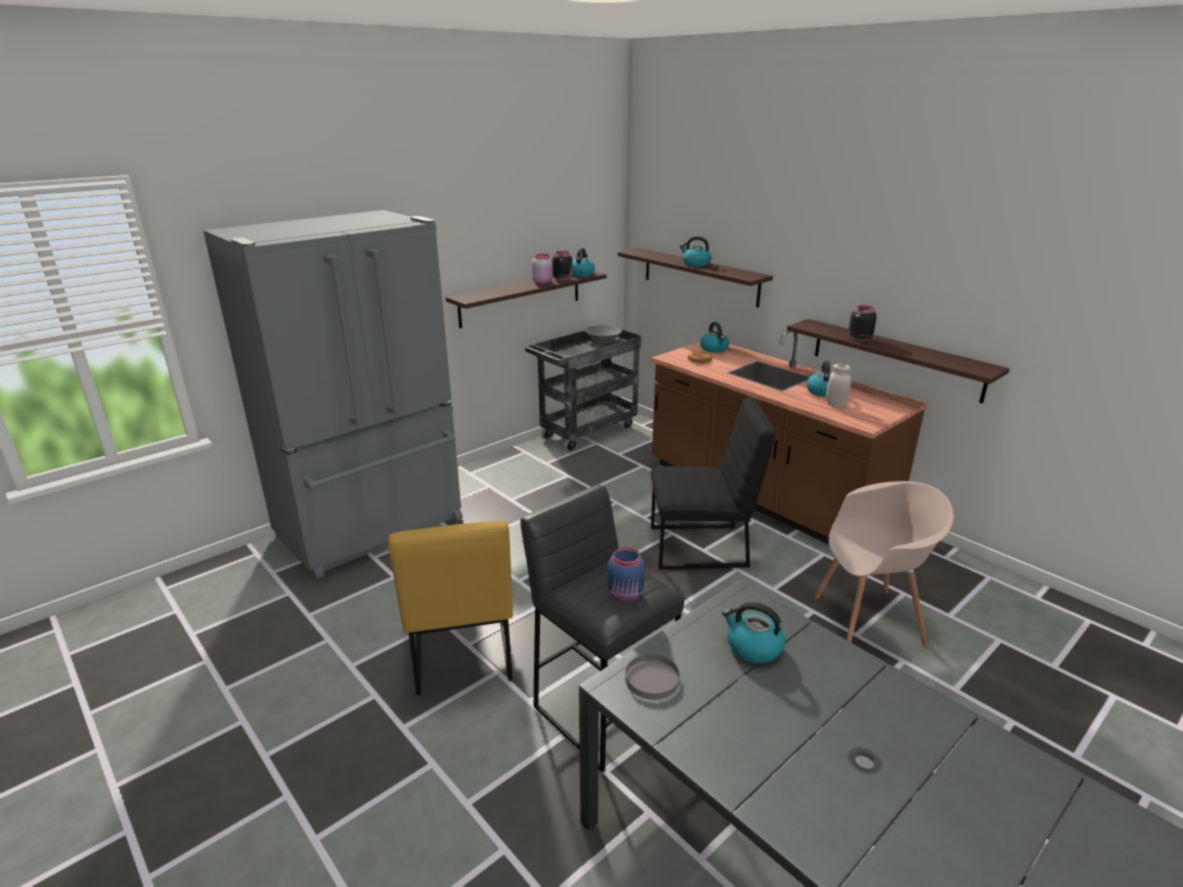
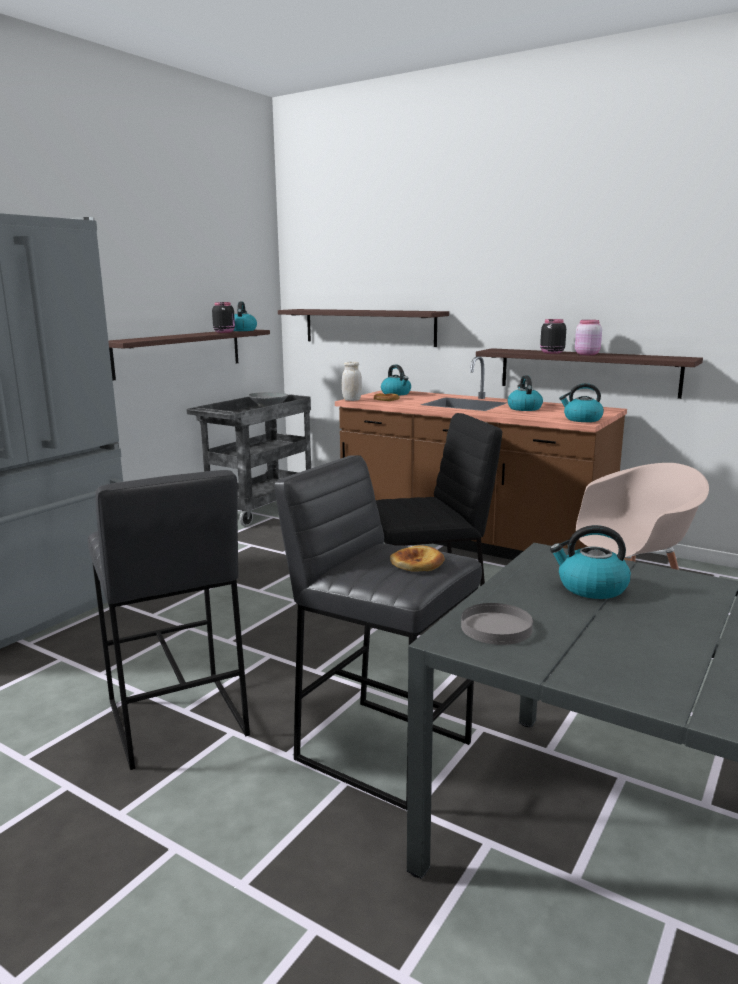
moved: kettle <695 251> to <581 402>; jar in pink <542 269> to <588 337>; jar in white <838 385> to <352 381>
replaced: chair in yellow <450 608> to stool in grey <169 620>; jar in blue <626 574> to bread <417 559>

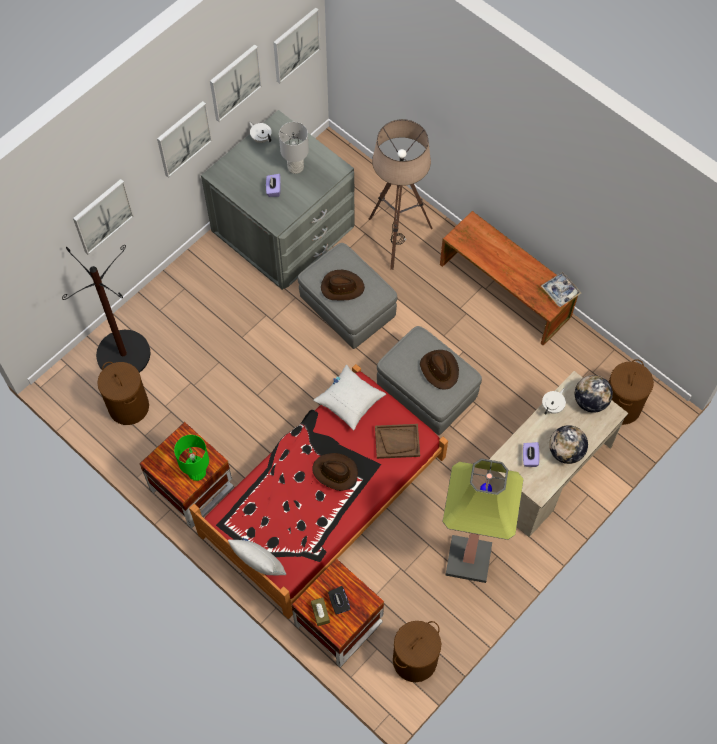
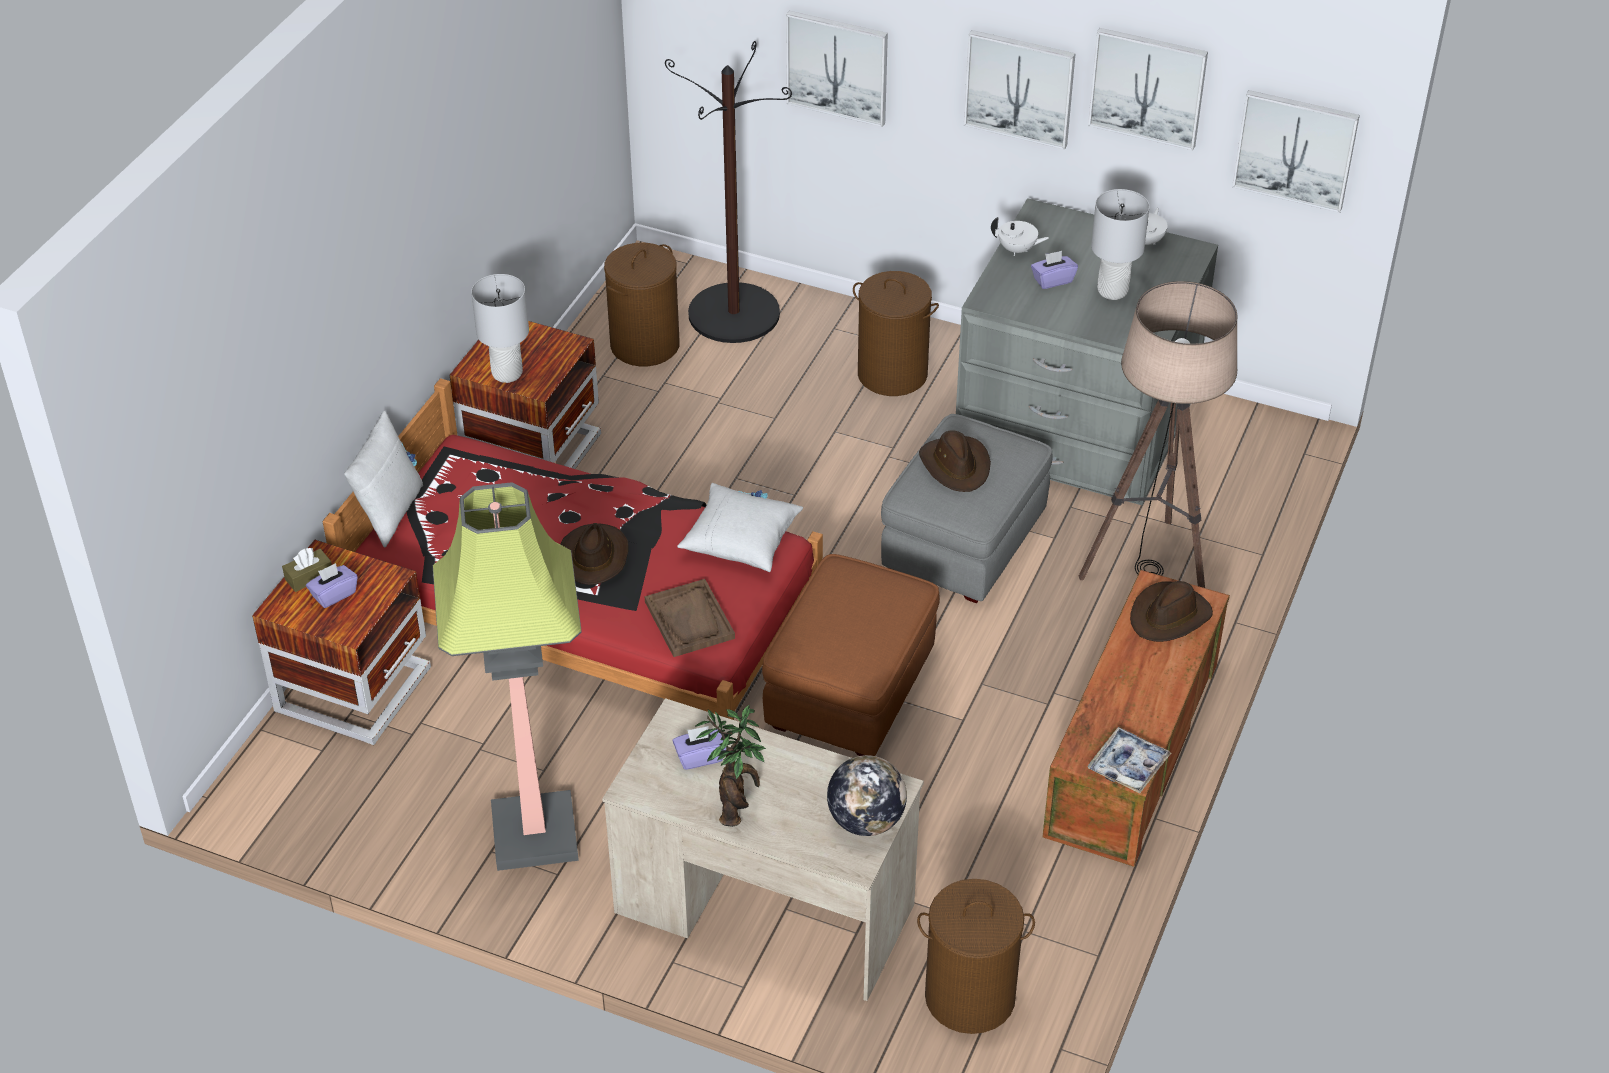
moved: hat in brown <439 370> to <1171 611>; teapot in white <554 401> to <1020 236>; laundry basket in brown <417 651> to <896 333>
replaced: globe <568 444> to potted plant <730 766>
recoloured: ottoman in grey <429 380> to ottoman in brown <851 655>; table lamp in green <191 458> to table lamp in grey <500 328>; tissue box in black <339 600> to tissue box in purple <332 585>

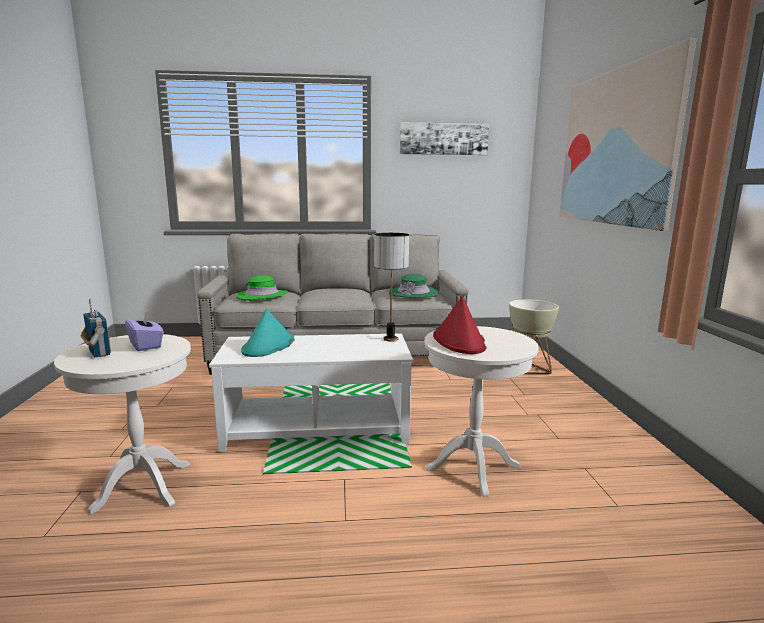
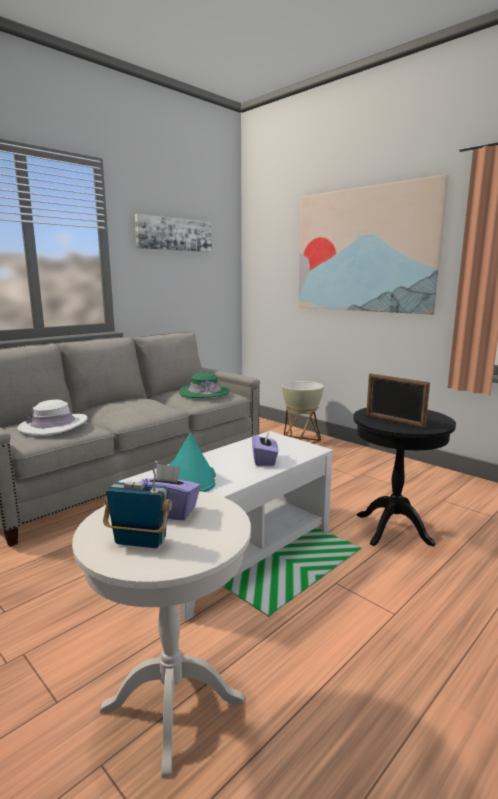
removed: table lamp <391 287>
added: tissue box in purple <265 448>
replaced: hat in red <459 325> to picture frame <398 400>
recoloured: hat in green <262 288> to hat in white <52 418>; side table in white <481 411> to side table in black <404 477>

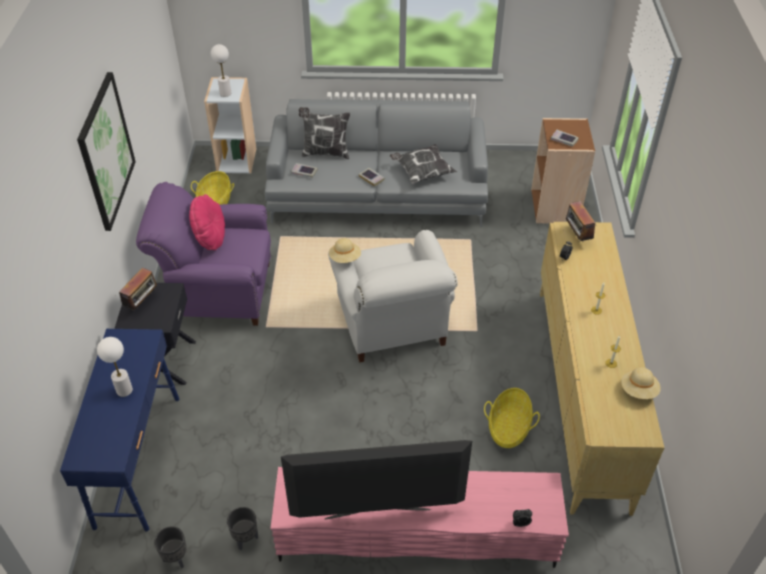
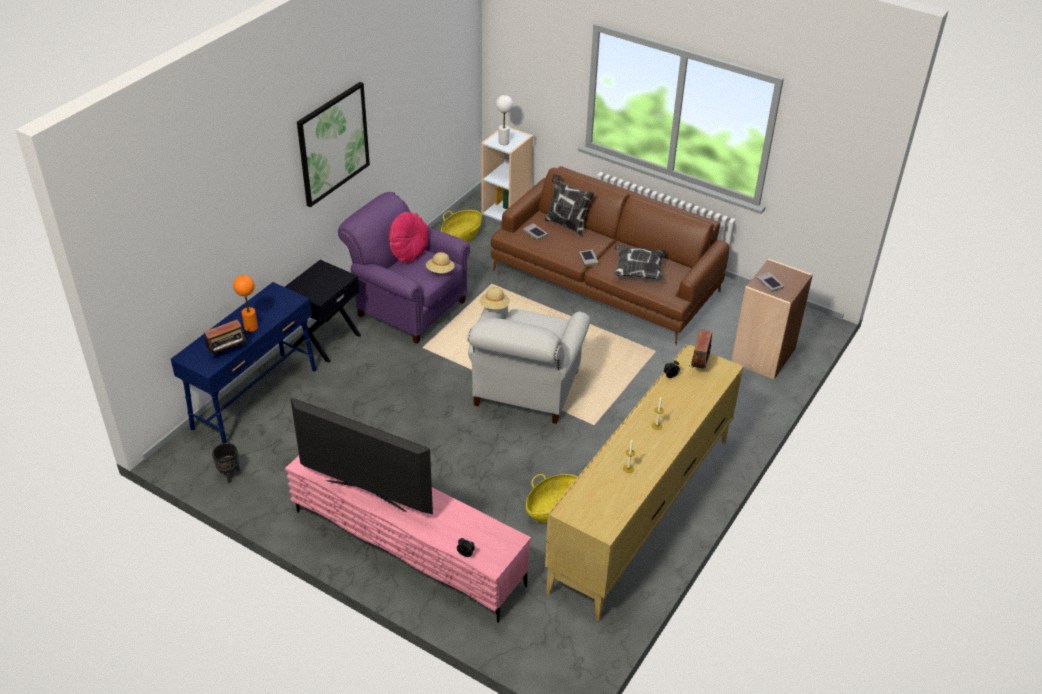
removed: planter in black <242 528>
moved: radio <139 288> to <226 336>; hat in beige <641 383> to <440 262>
recoloured: sofa in grey <376 163> to sofa in brown <610 255>; table lamp in white <115 367> to table lamp in orange <245 303>

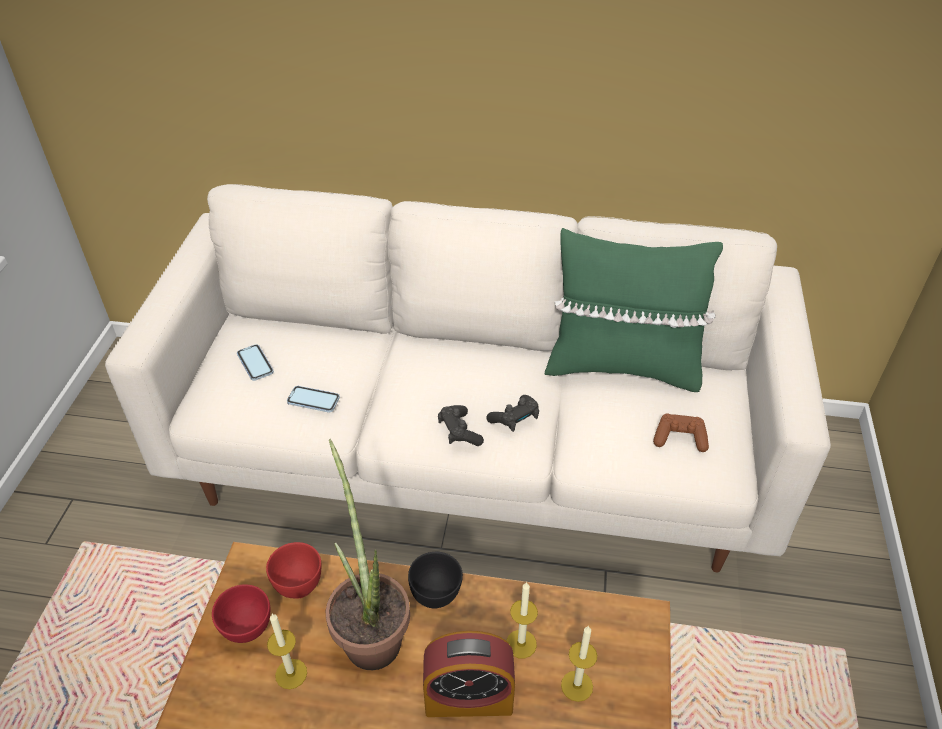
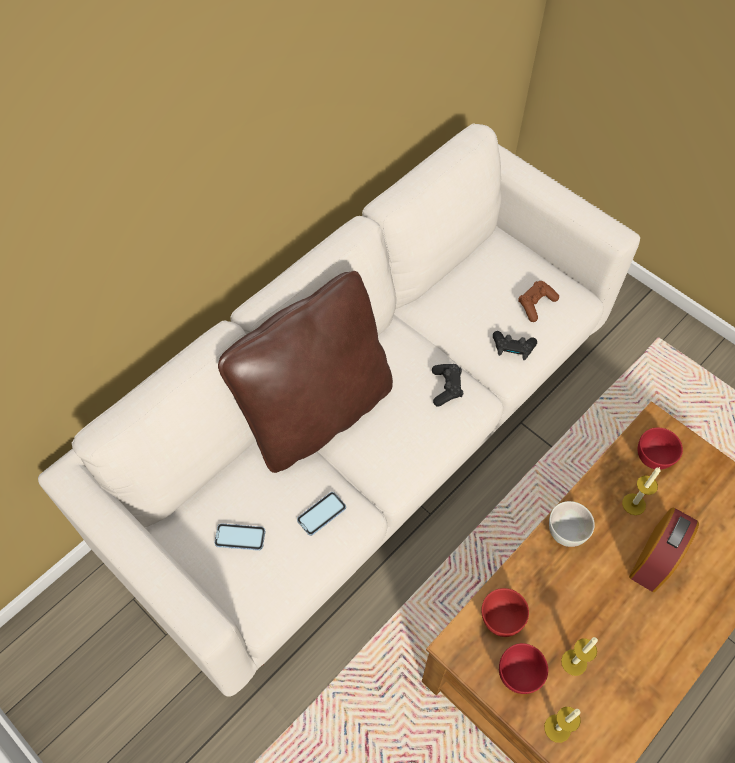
removed: pillow in green <634 310>; potted plant <368 554>
added: pillow in brown <305 372>; bowl in red <660 448>
moved: game controller in black <461 425> to <515 345>; candle <579 664> to <562 725>
recoloured: bowl in black <435 580> to bowl in white <572 524>

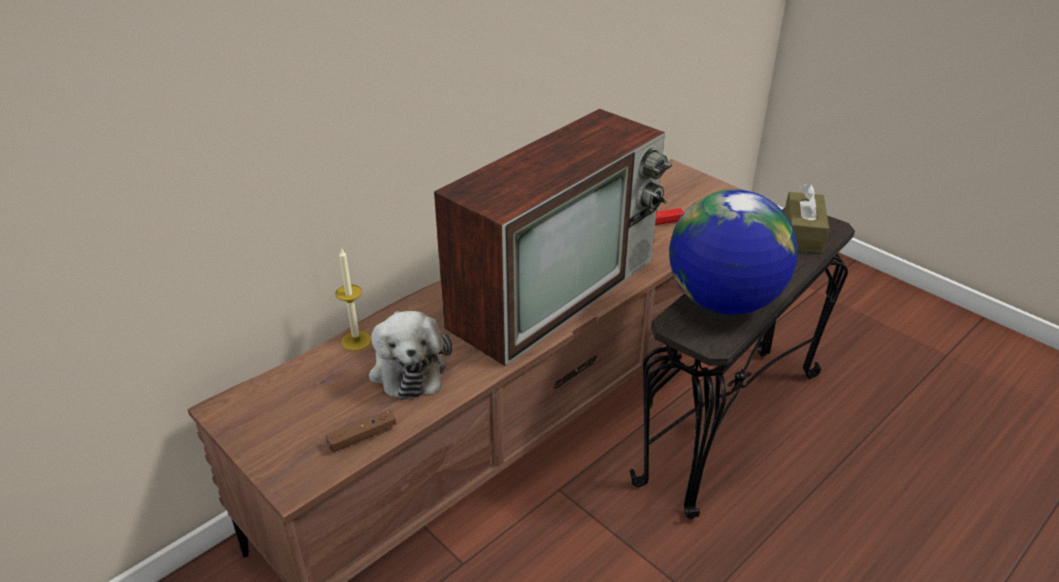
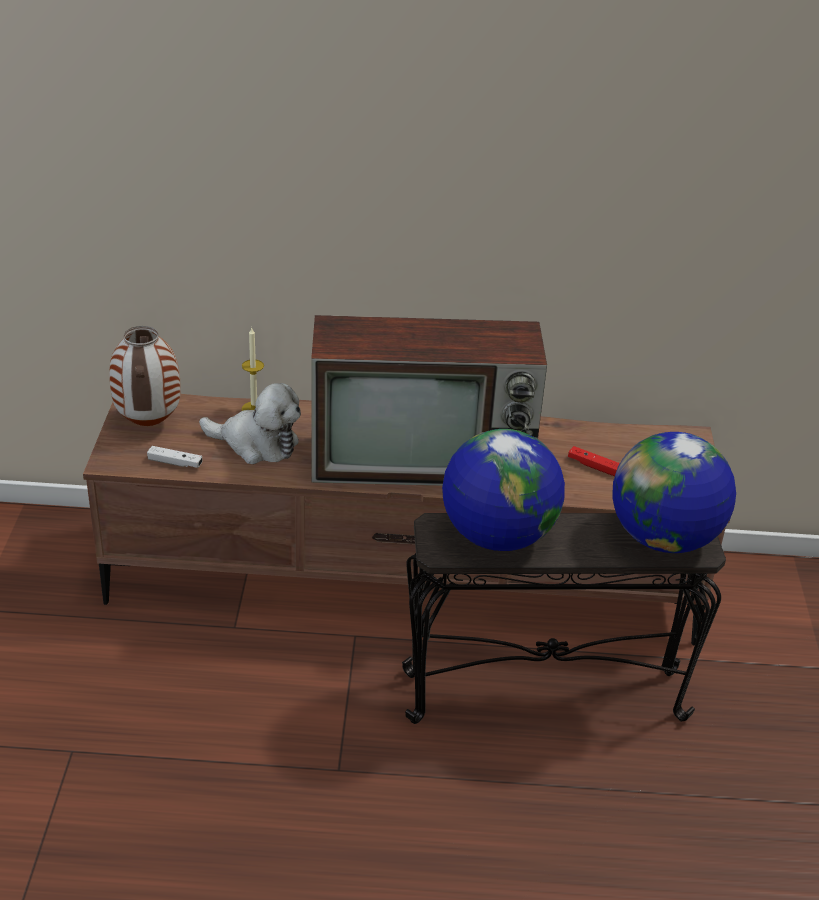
added: vase <145 376>
replaced: tissue box in brown <806 218> to globe <674 492>
recoloured: game controller in brown <361 431> to game controller in white <175 457>
turned: plush toy <410 355> = <250 423> 105 degrees counterclockwise

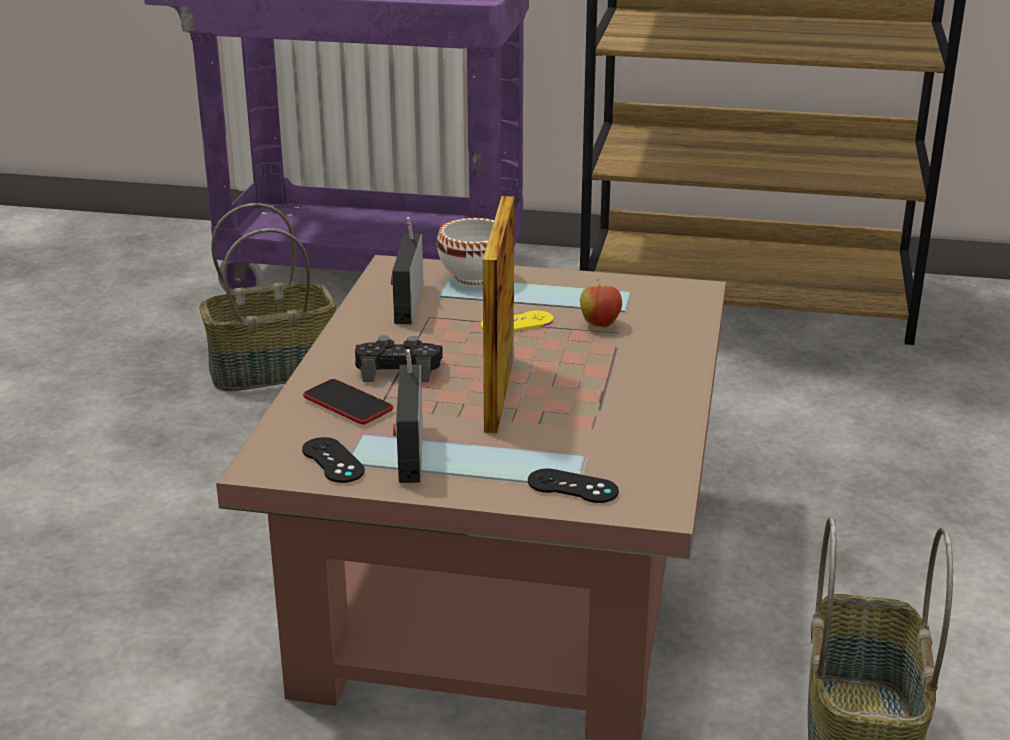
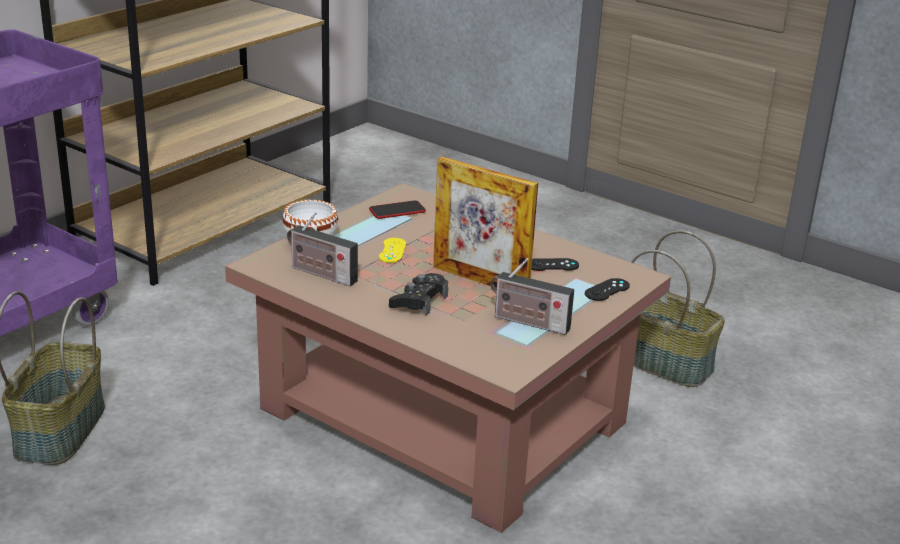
removed: apple <601 303>
moved: phone <348 401> to <397 209>; game controller in black <333 460> to <555 264>

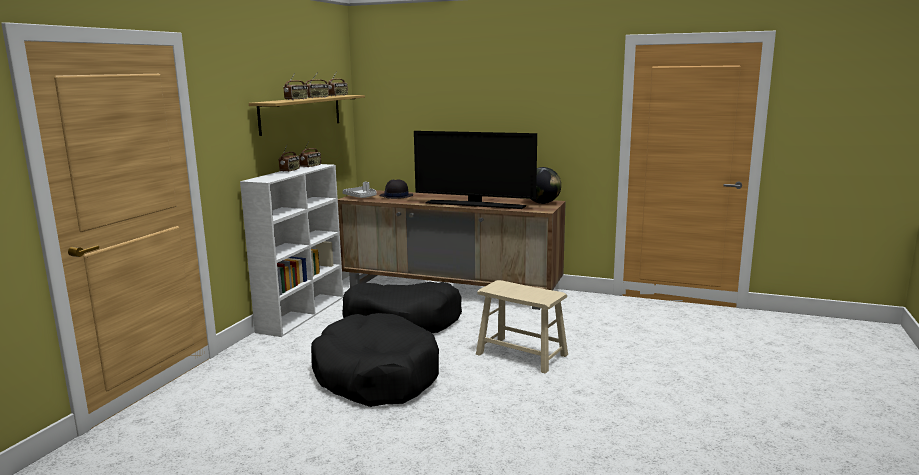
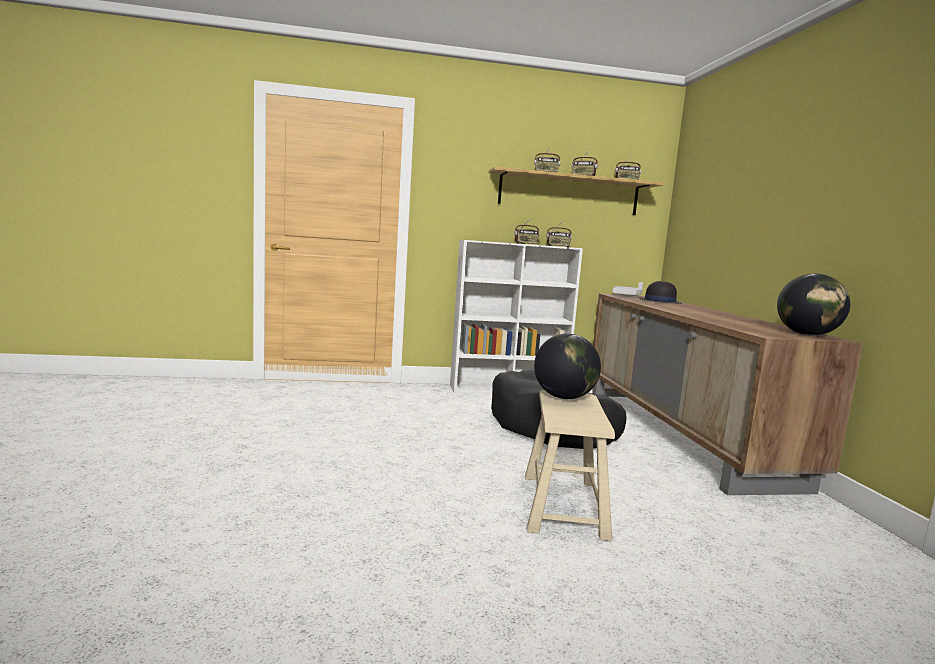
removed: television <475 170>; dog bed in black <375 360>
added: globe <567 366>

